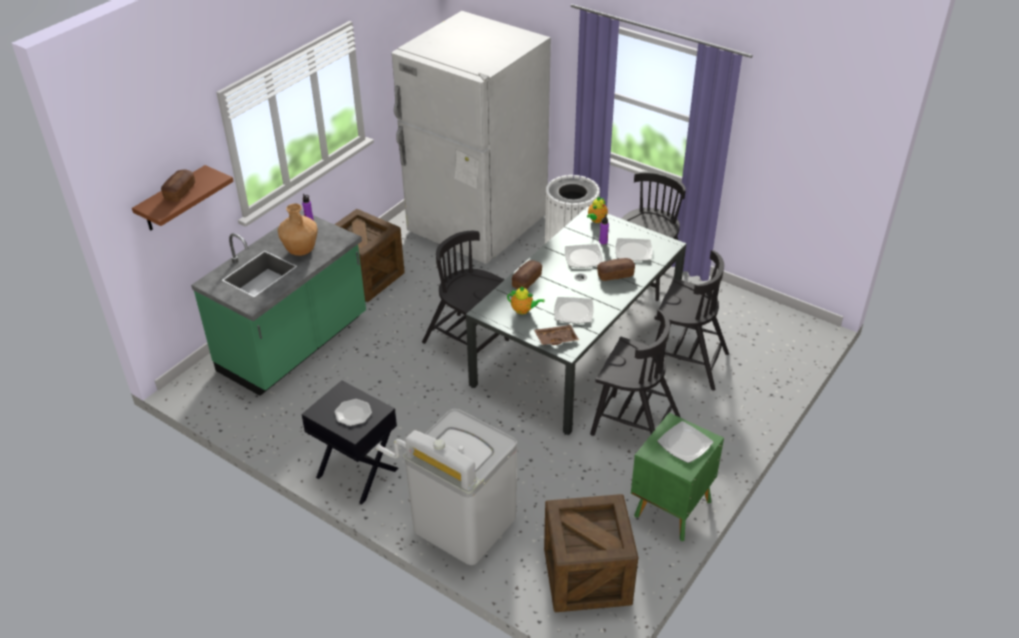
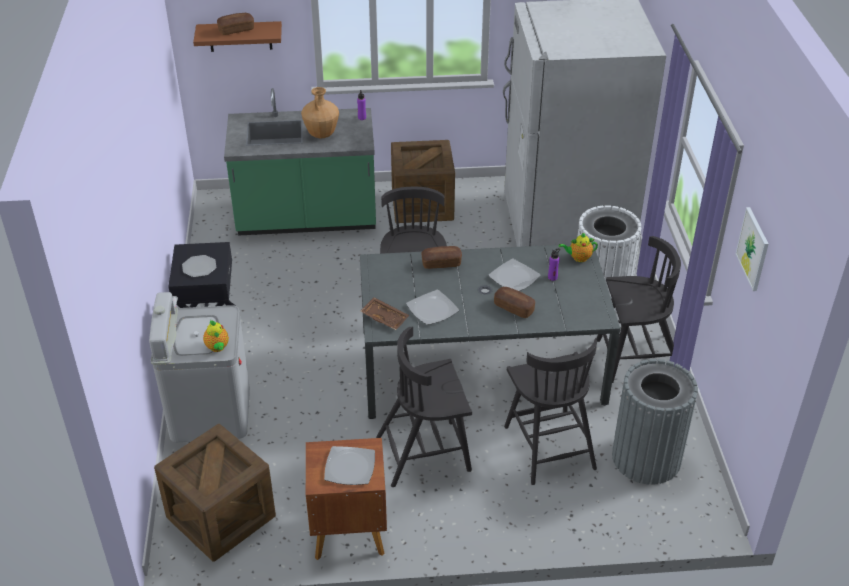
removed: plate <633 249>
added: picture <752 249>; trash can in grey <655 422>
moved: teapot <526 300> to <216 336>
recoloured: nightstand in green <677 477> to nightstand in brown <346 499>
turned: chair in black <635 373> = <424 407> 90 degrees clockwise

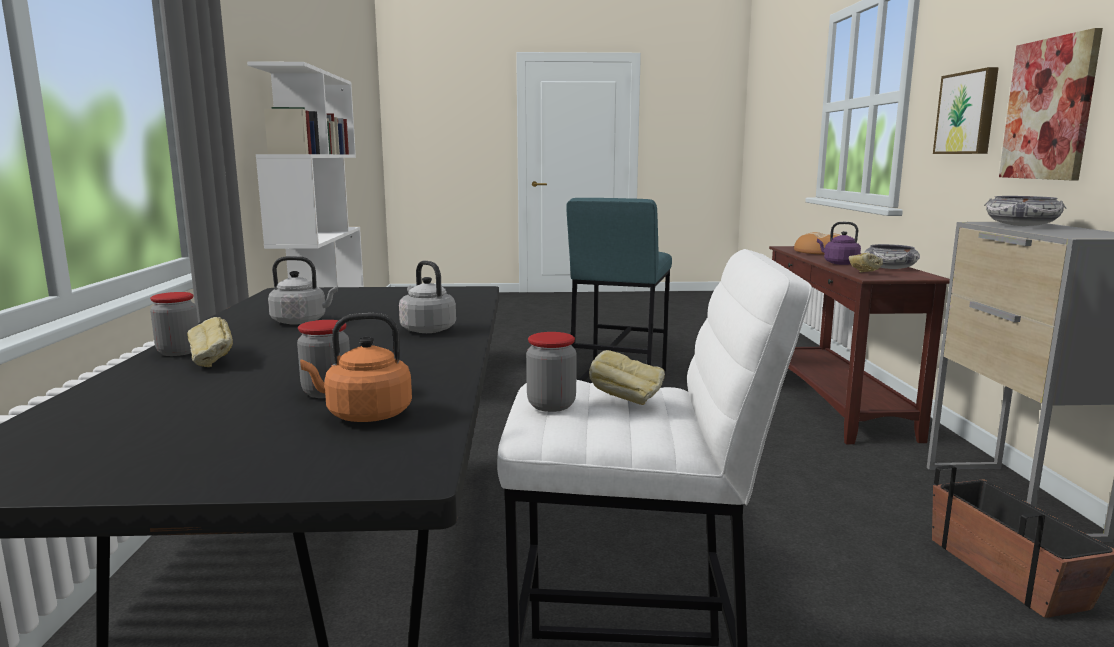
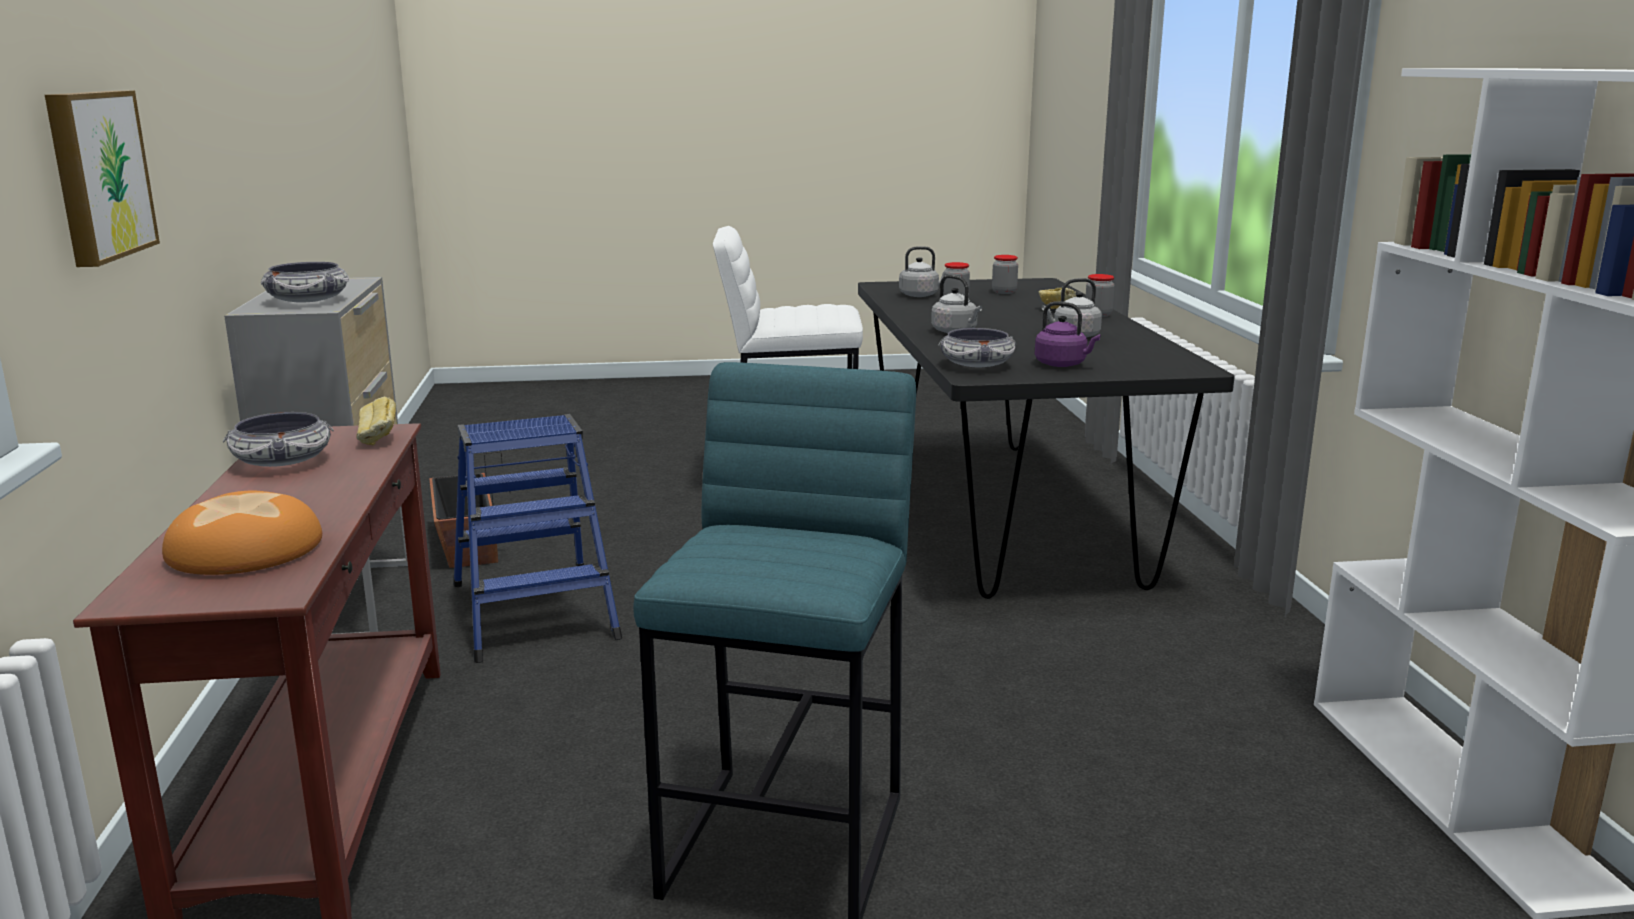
removed: picture <1051 104>; bread <627 377>
added: bowl <977 347>; step ladder in blue <537 538>
moved: kettle in purple <839 243> to <1067 334>; jar <551 372> to <1005 274>
recoloured: kettle in orange <356 367> to kettle in grey <921 271>

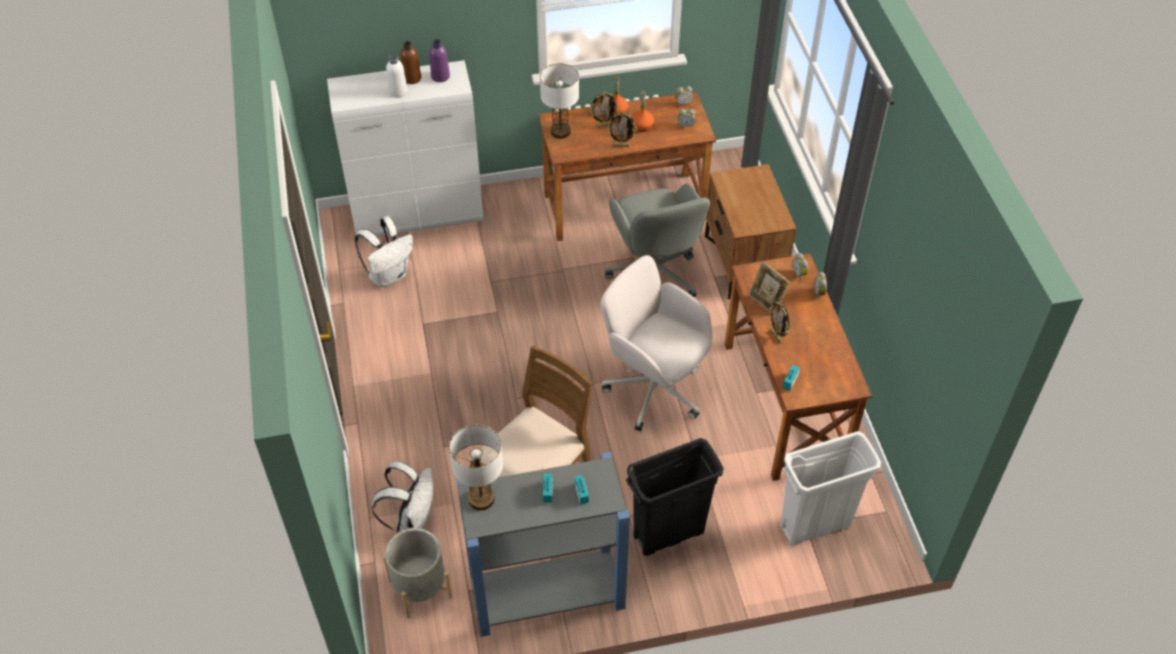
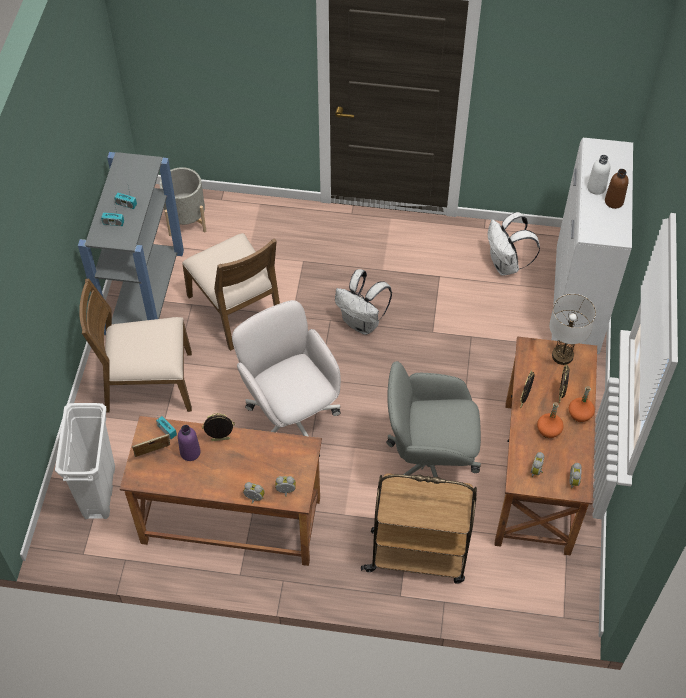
removed: table lamp <476 467>
moved: bottle in purple <439 60> to <189 443>; picture frame <769 286> to <151 445>; backpack in white <402 497> to <363 302>
replaced: nightstand in brown <750 231> to cart in brown <419 528>; trash can in black <675 497> to chair in brown <135 345>
turned: office chair in white <656 343> = <286 378> 90 degrees counterclockwise

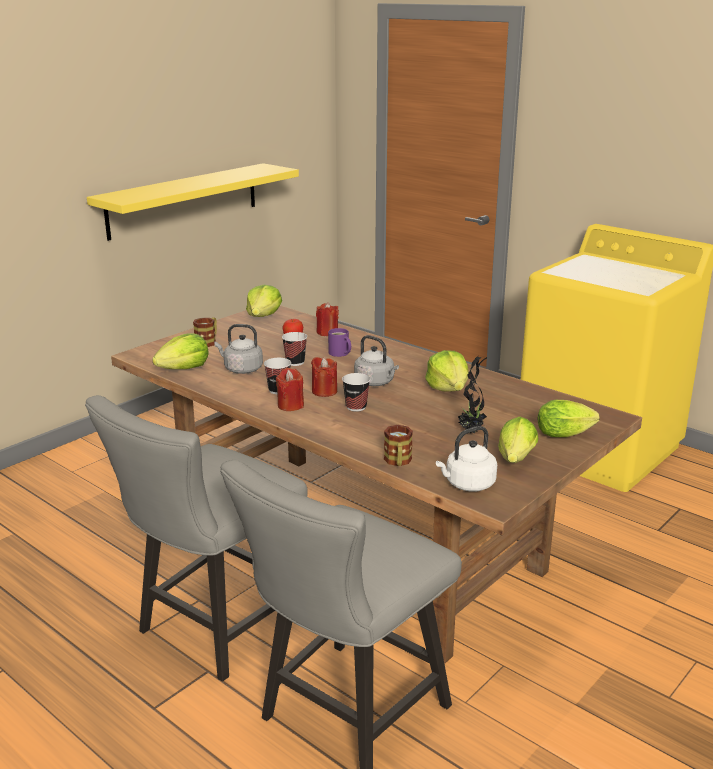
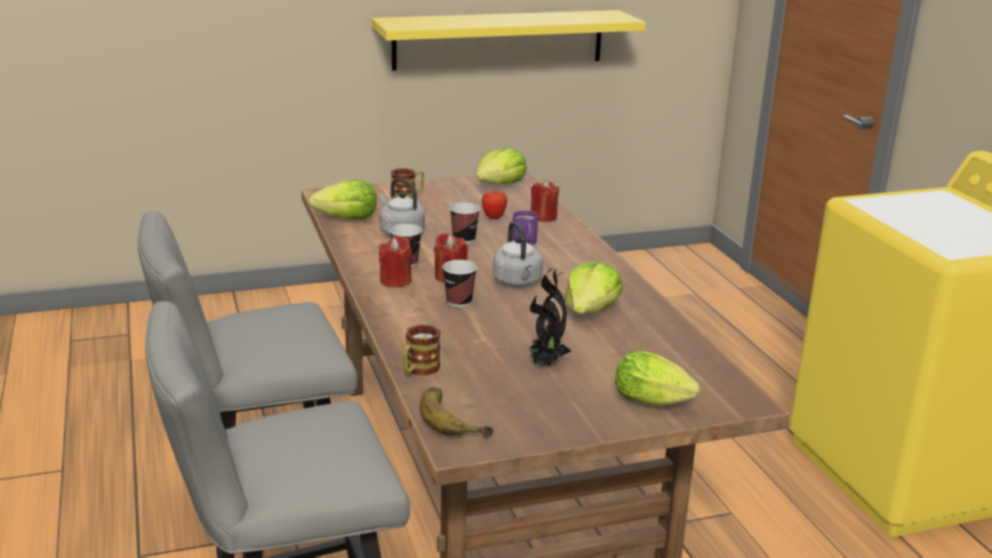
removed: lettuce <518 440>
replaced: kettle in white <466 458> to banana <457 412>

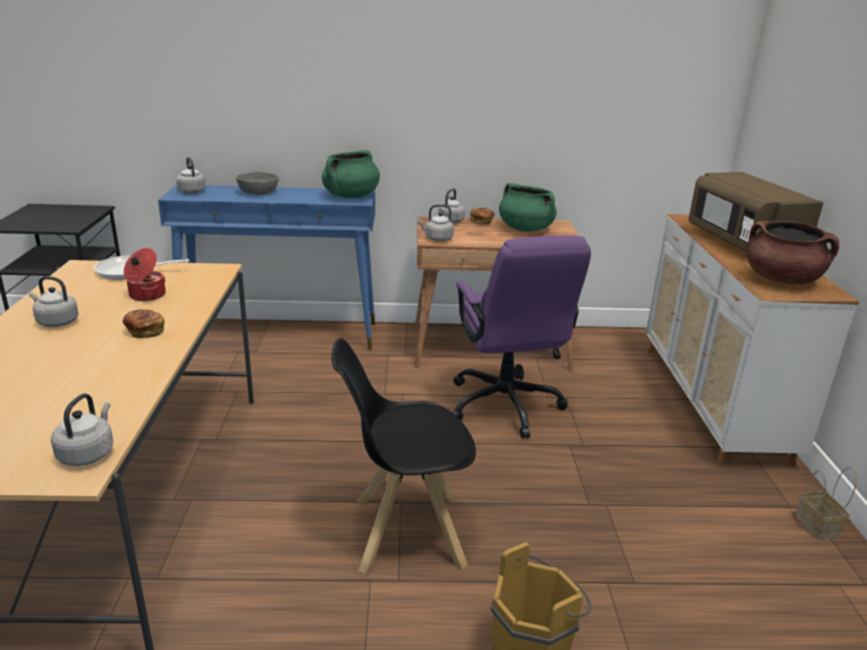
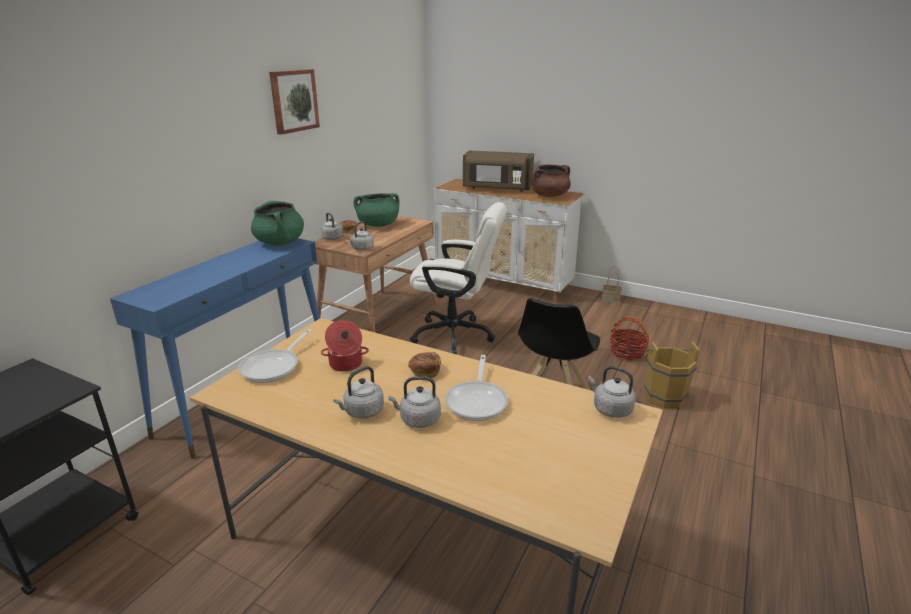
removed: bowl in grey <257 183>
added: picture <294 102>; basket <629 339>; frying pan <476 388>
moved: kettle in grey <191 175> to <414 402>
recoloured: office chair in purple <521 336> to office chair in white <458 278>

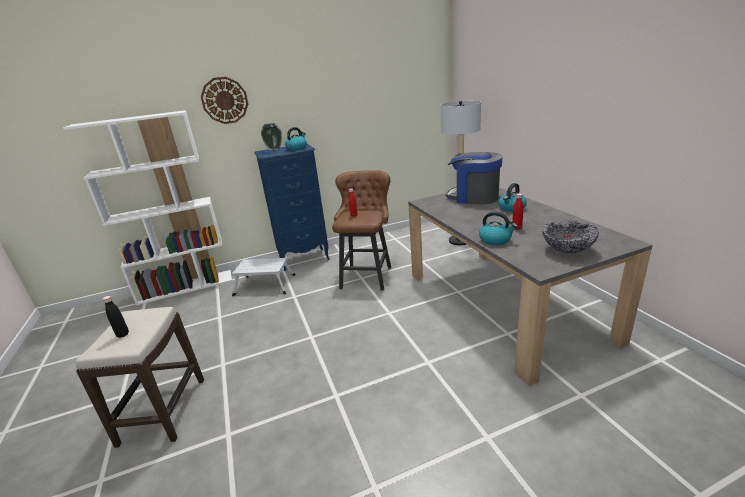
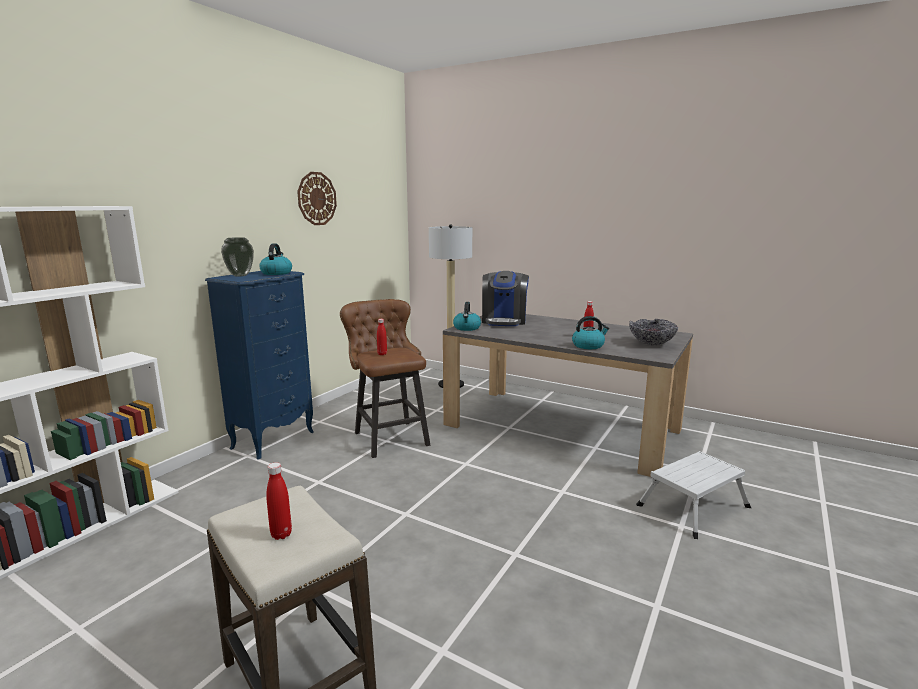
moved: wall clock <224 100> to <317 198>; kettle <512 197> to <467 316>; step ladder in white <264 276> to <693 495>
recoloured: bottle in black <116 317> to bottle in red <279 501>
turned: coffee machine <474 178> = <505 298> 75 degrees counterclockwise

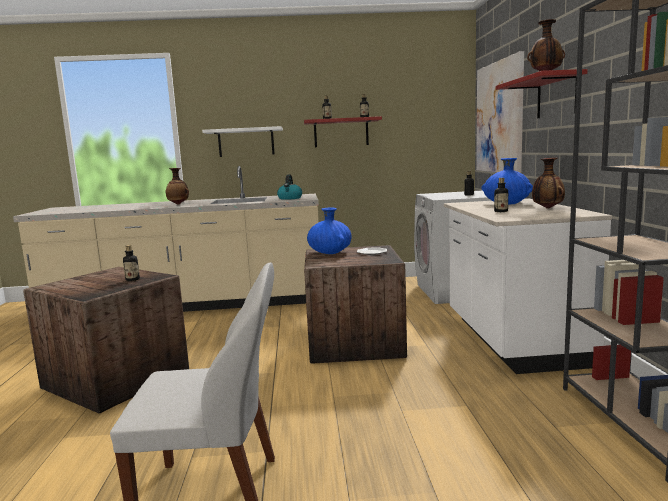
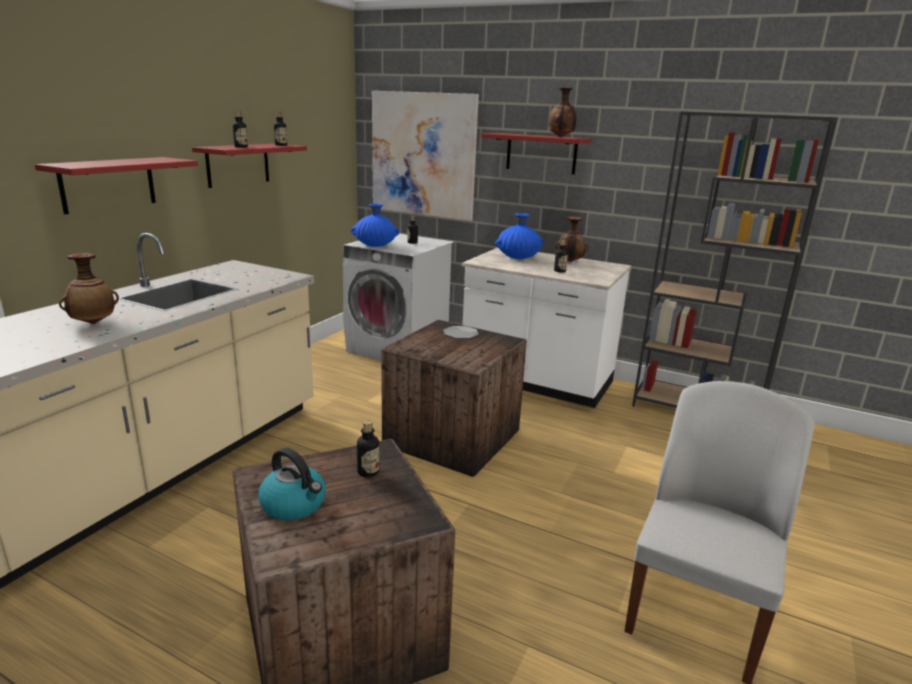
moved: kettle <289 187> to <292 484>; vase in blue <329 231> to <375 225>
recoloured: shelf in white <242 141> to shelf in red <116 185>

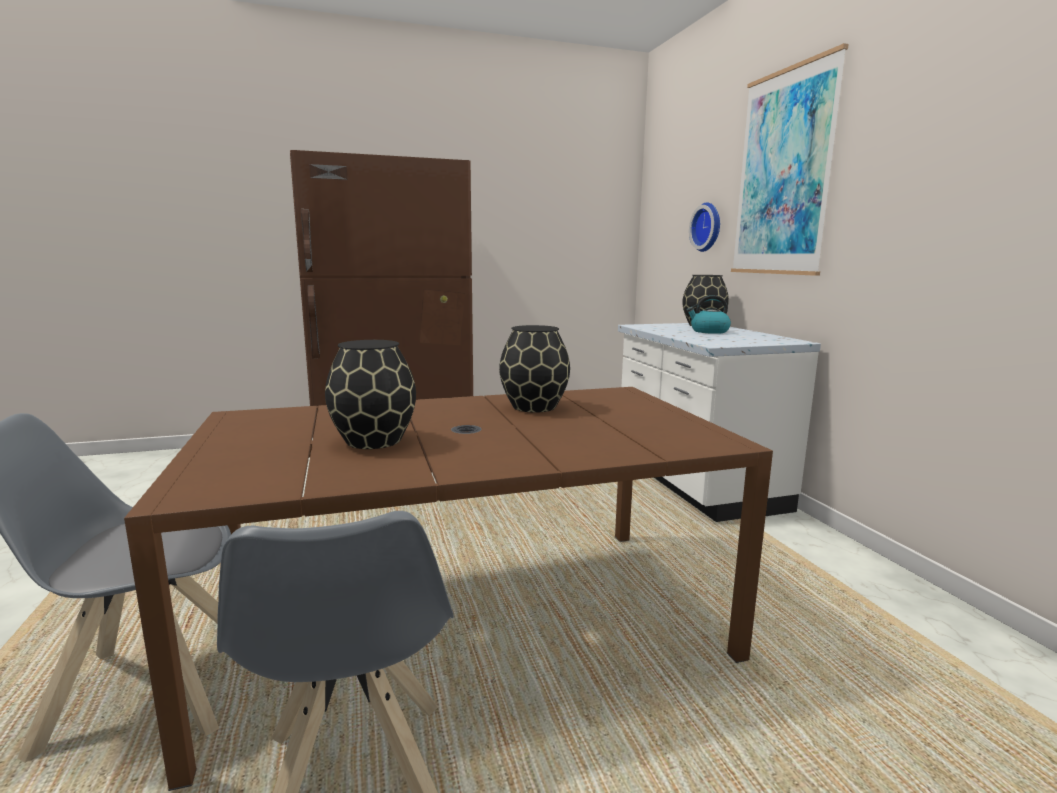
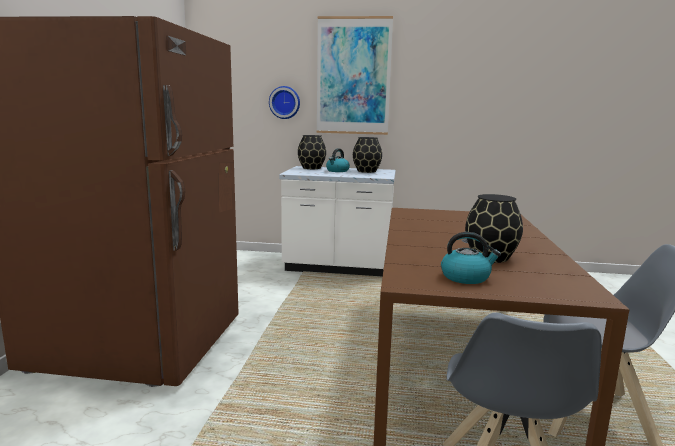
added: kettle <471 258>
moved: vase in black <534 369> to <367 155>

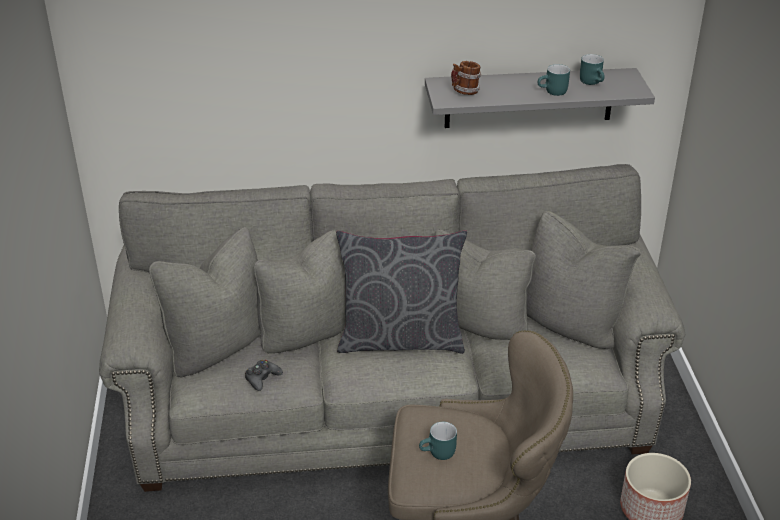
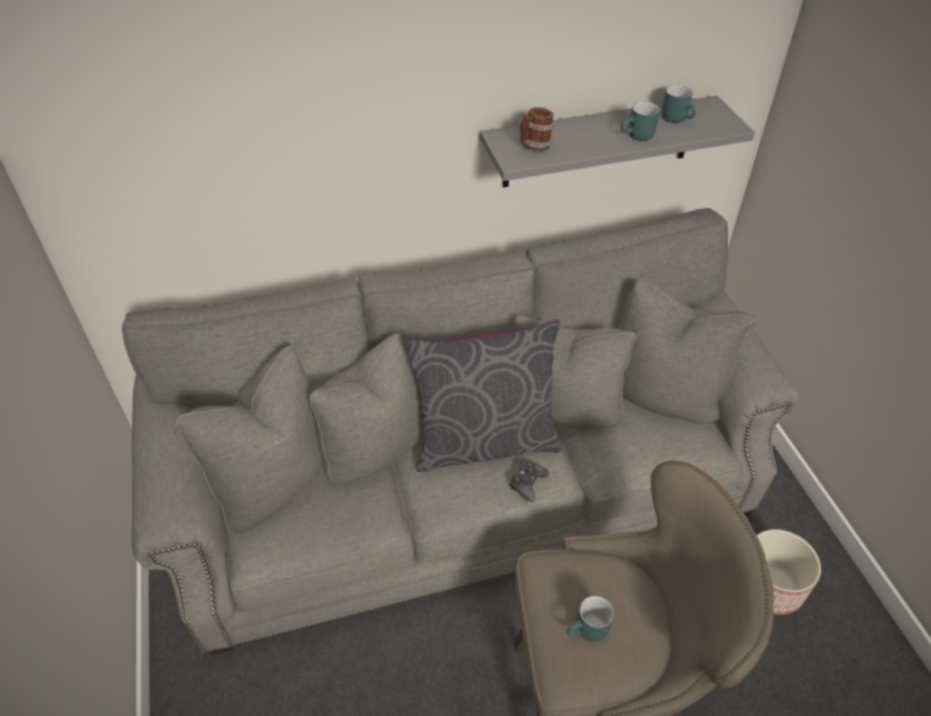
moved: game controller in black <264 375> to <529 482>

